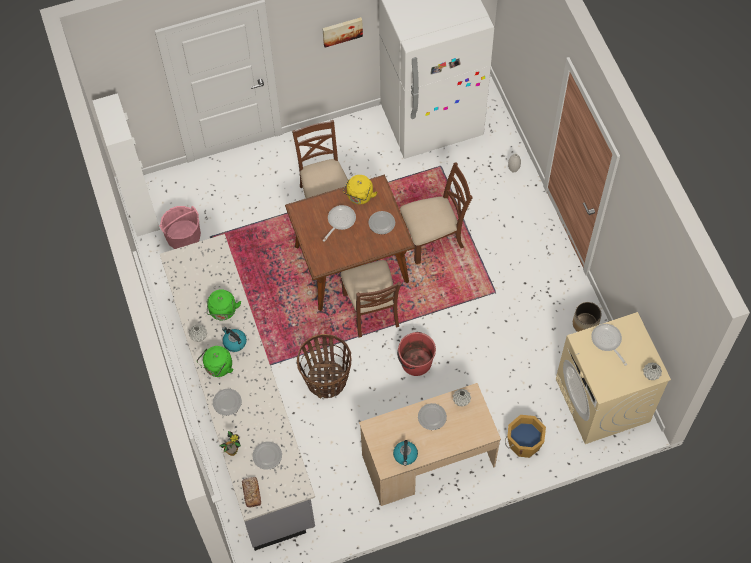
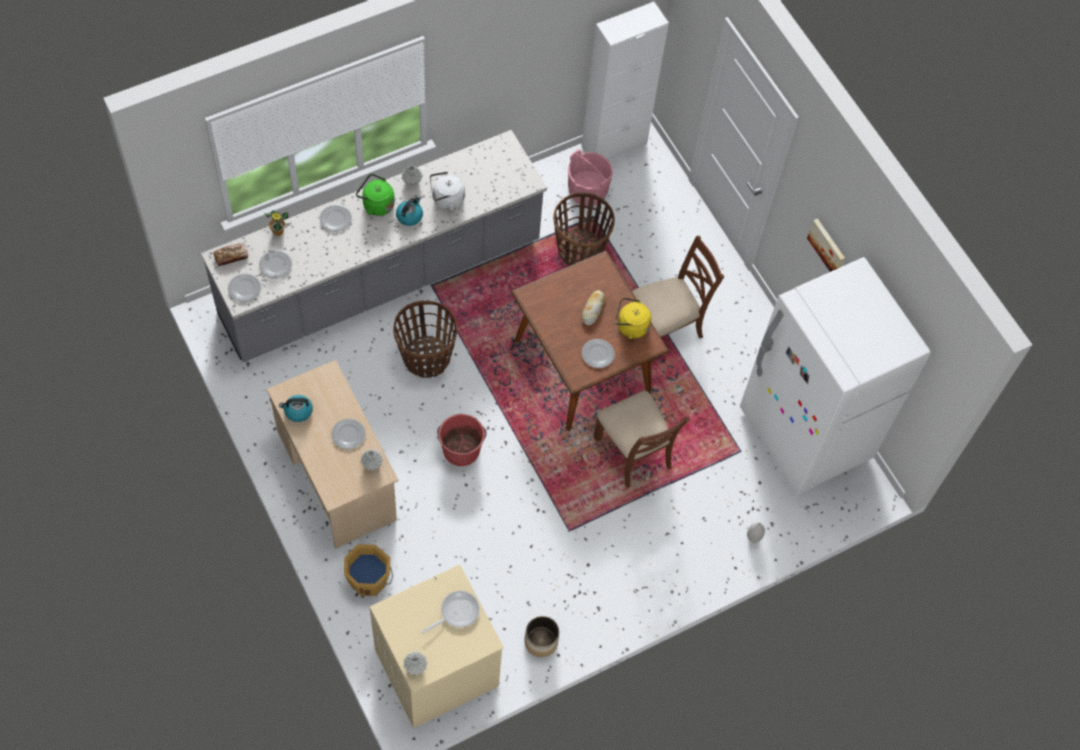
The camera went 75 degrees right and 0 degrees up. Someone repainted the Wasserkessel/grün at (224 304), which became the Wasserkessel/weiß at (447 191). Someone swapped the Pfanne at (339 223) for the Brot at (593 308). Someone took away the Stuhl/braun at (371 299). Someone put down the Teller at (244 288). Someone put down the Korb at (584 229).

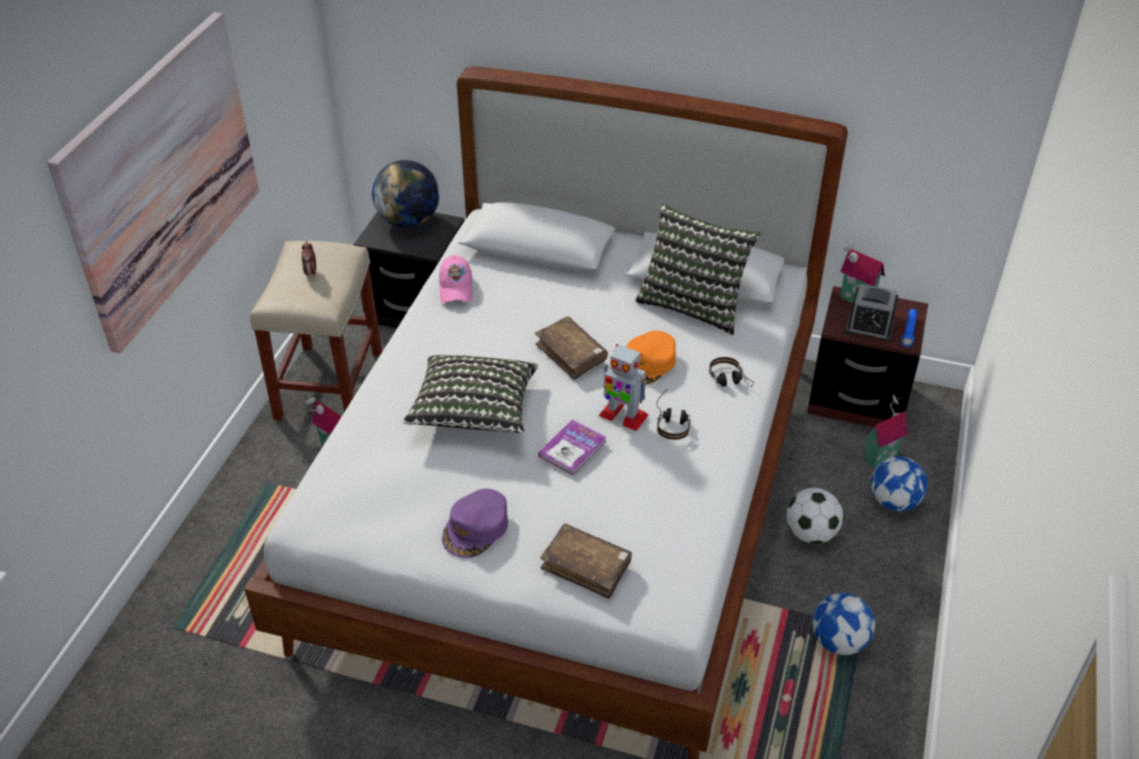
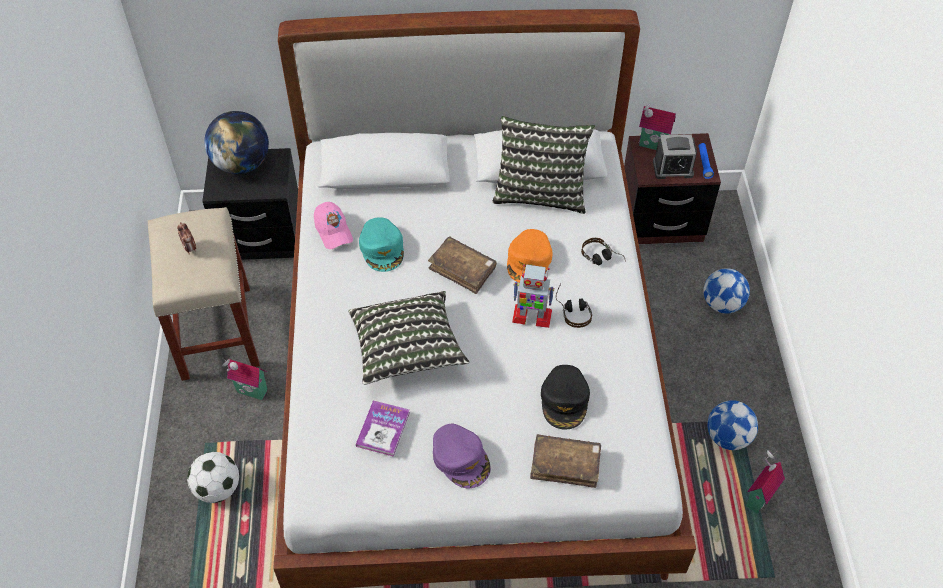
The camera went 20 degrees left and 10 degrees up. Someone took away the Bild at (153 182). Someone rotated the Kappe/lila at (475 523) by 45 degrees counterclockwise. Someone carried the Buch from (572 447) to (383 428). Someone carried the Fußball from (815 516) to (213 477). Someone carried the Spielzeughaus from (886 431) to (765 482). Someone put down the Kappe/türkis at (381 244). Someone put down the Kappe/schwarz at (565 397).

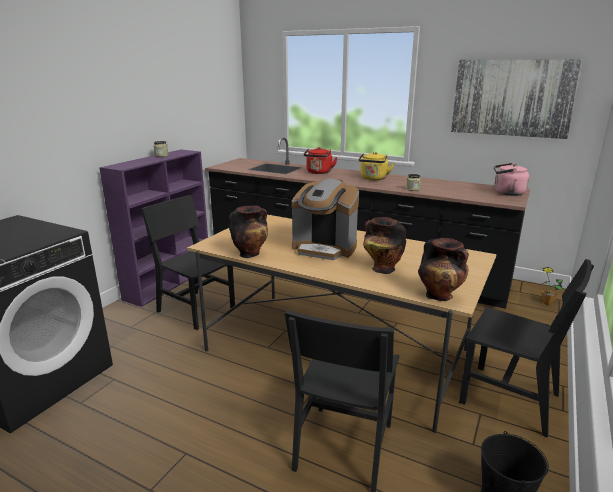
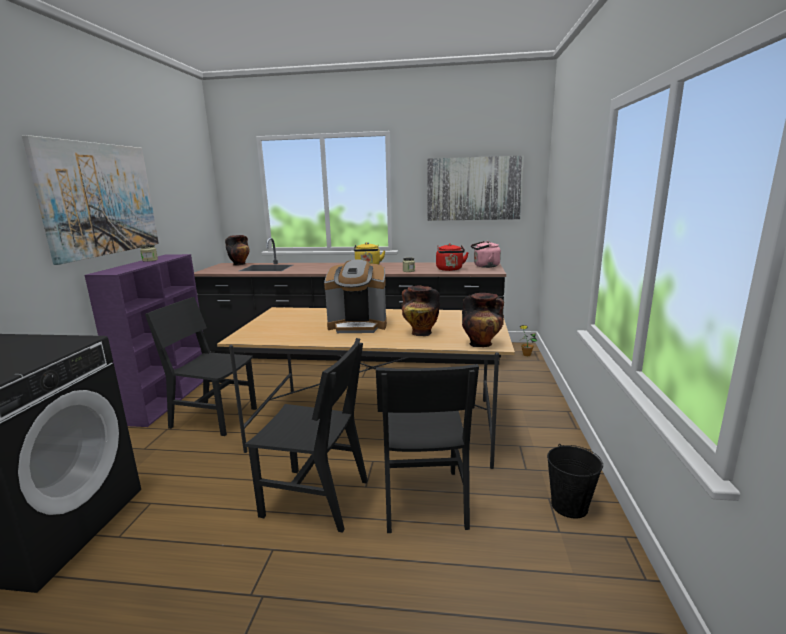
The camera went 20 degrees left and 5 degrees down. Someone carried the Vase from (248 232) to (237 250). Someone carried the Wasserkessel/rot from (321 160) to (452 257). Someone carried the Stuhl/schwarz from (526 348) to (306 435). Someone put up the Bild at (90 200).

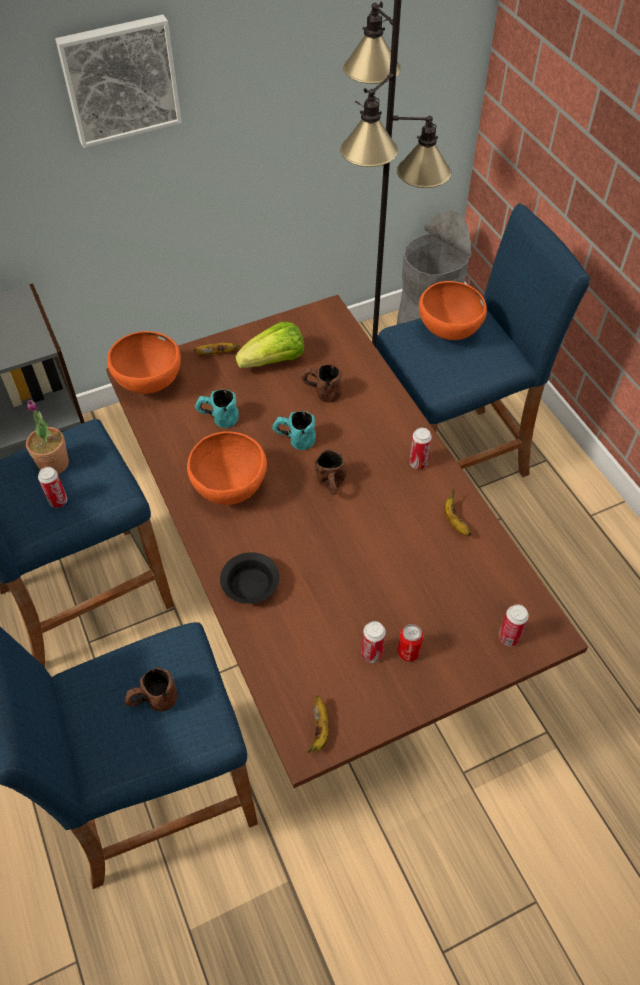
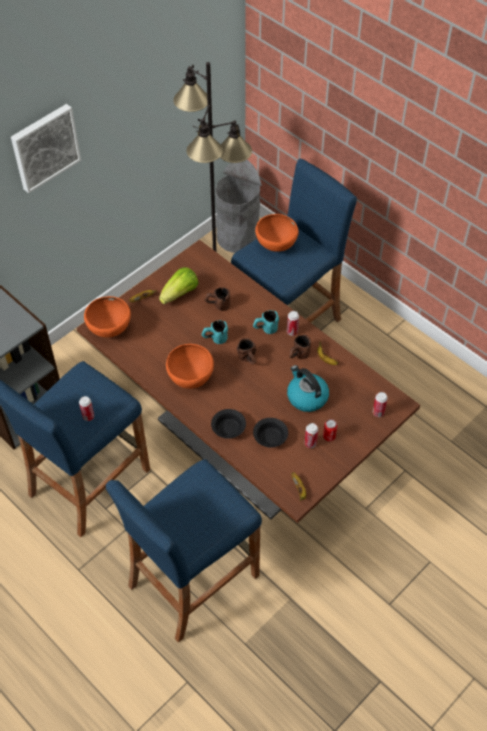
The camera went 20 degrees left and 0 degrees up. Someone took away the Topfpflanze at (47 437). Someone carried the Henkelbecher/braun from (151 689) to (300 347). Someone carried the Henkelbecher/türkis from (217 408) to (266 322). Someone put down the Schüssel/schwarz at (270 433). Someone put down the Wasserkessel at (308 388).

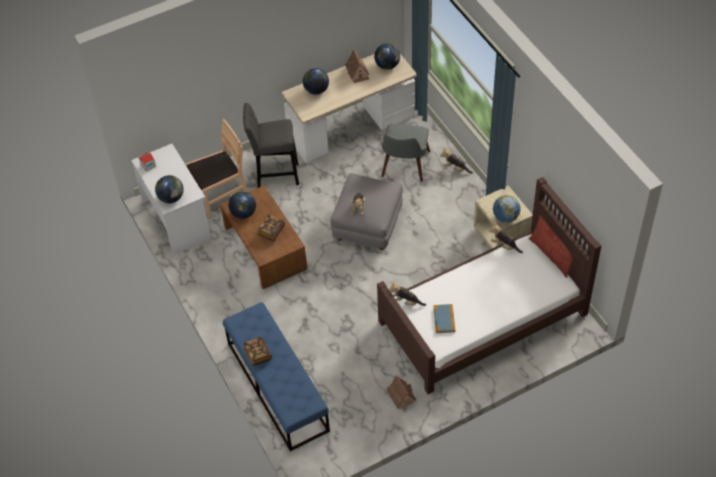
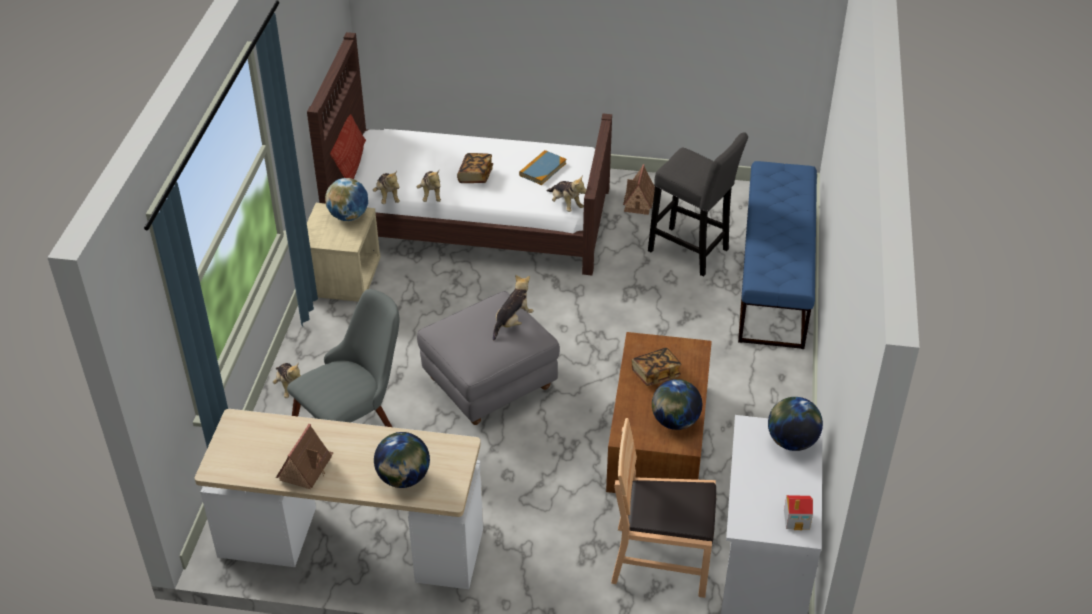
The camera went 145 degrees left and 10 degrees down. Someone carried the Hocker/grau from (271 145) to (698 204). Someone carried the Buch from (258 351) to (475 168). Someone took away the Globus at (387 56). Someone put down the Plüschtier at (429 186).

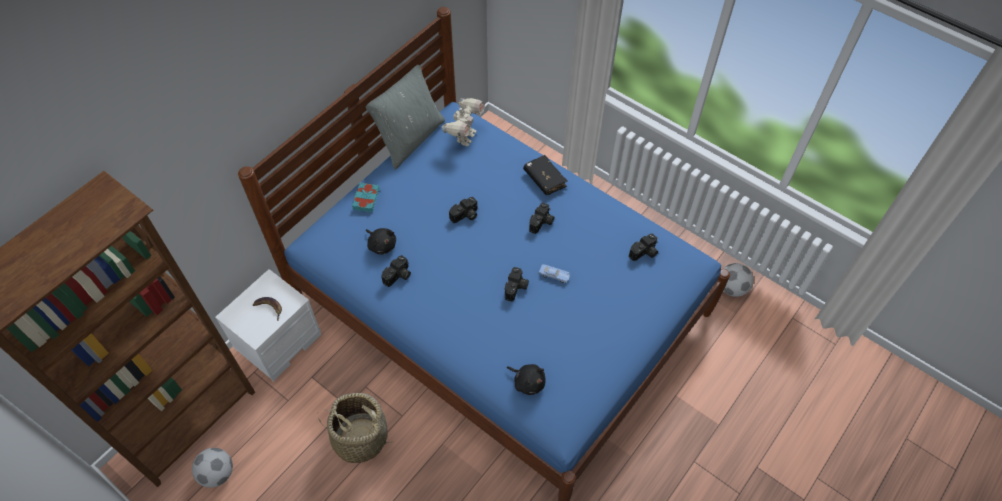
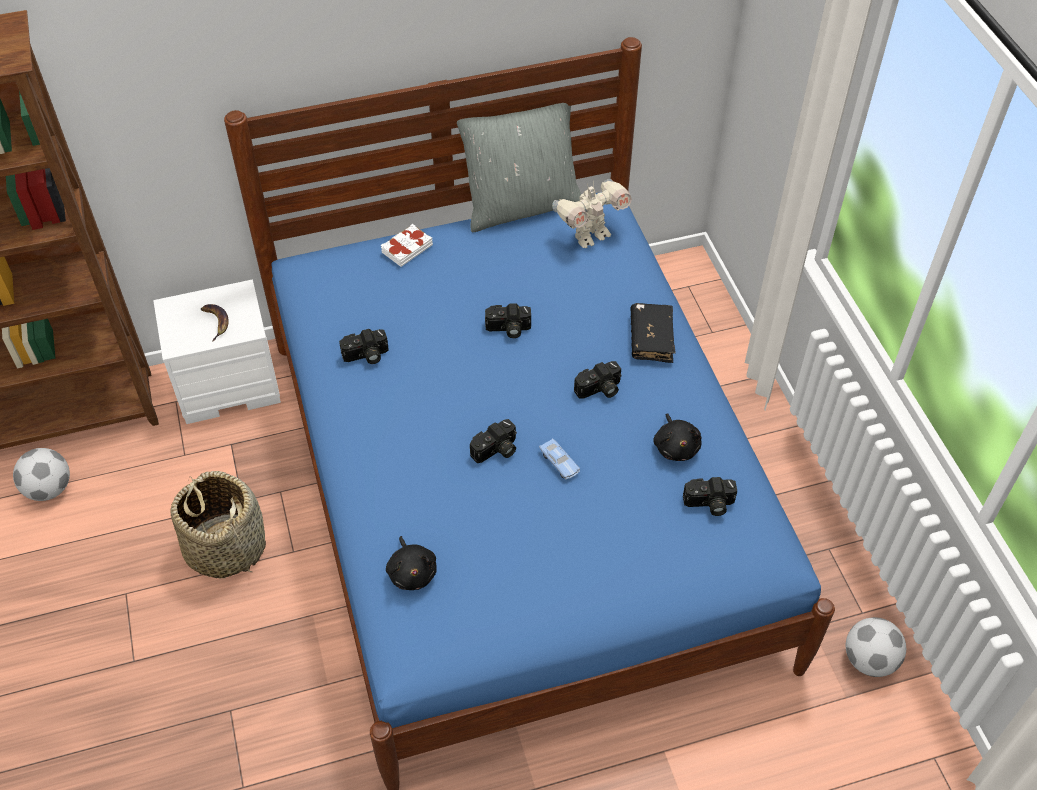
The camera went 35 degrees right and 5 degrees down. Someone repainted the Buch/türkis at (366 197), which became the Buch/weiß at (407 245). Someone carried the Plüschtier/schwarz from (381 241) to (677 437).

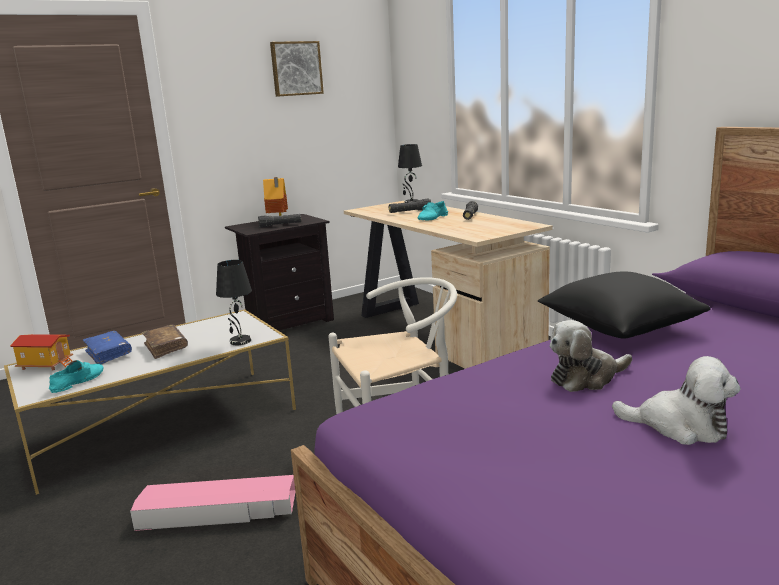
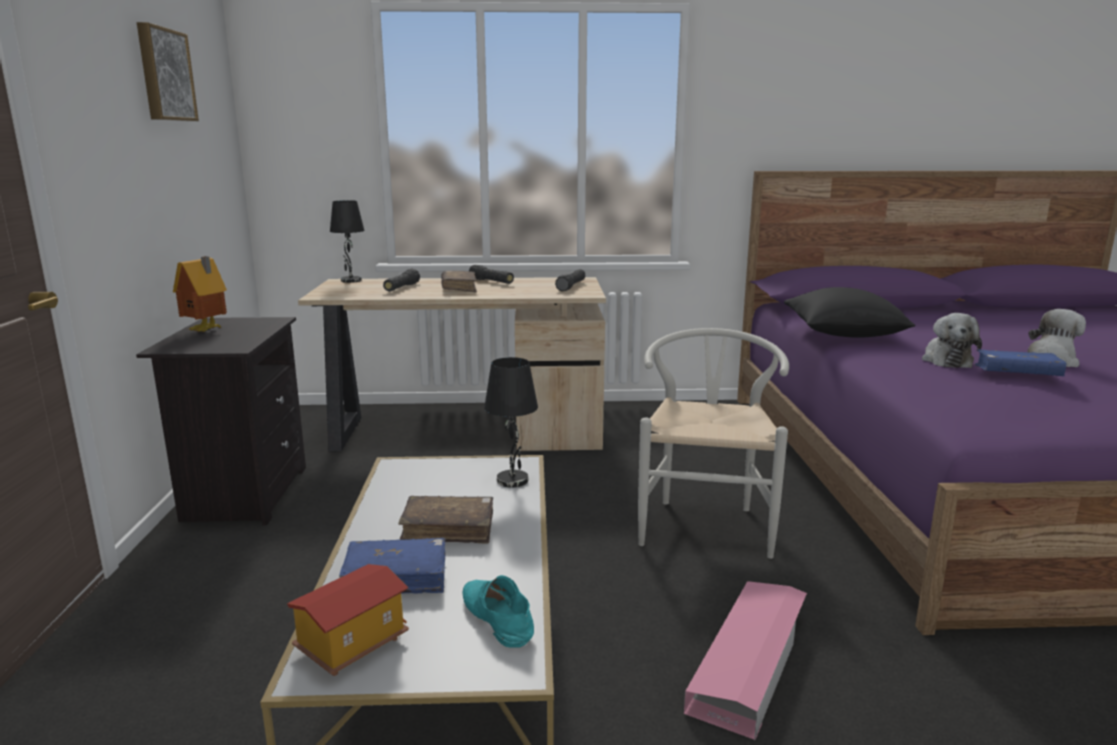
The camera went 60 degrees left and 0 degrees up. Someone carried the Taschenlampe/schwarz from (279 220) to (570 280). Someone swapped the Schuh/türkis at (433 211) for the Buch/braun at (459 281). Someone put down the Buch/blau at (1020 362).

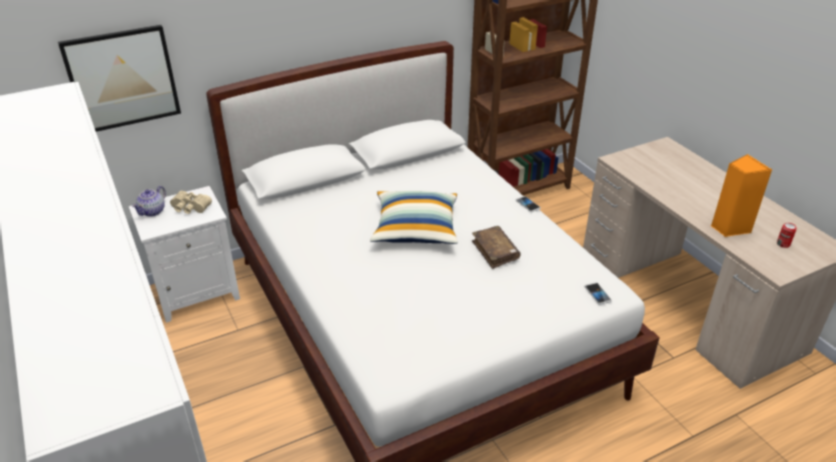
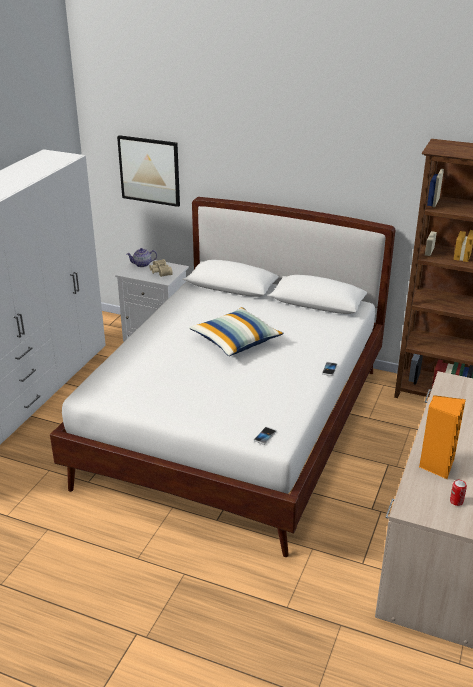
The camera went 50 degrees right and 5 degrees down. Someone took away the Buch/braun at (496 247).

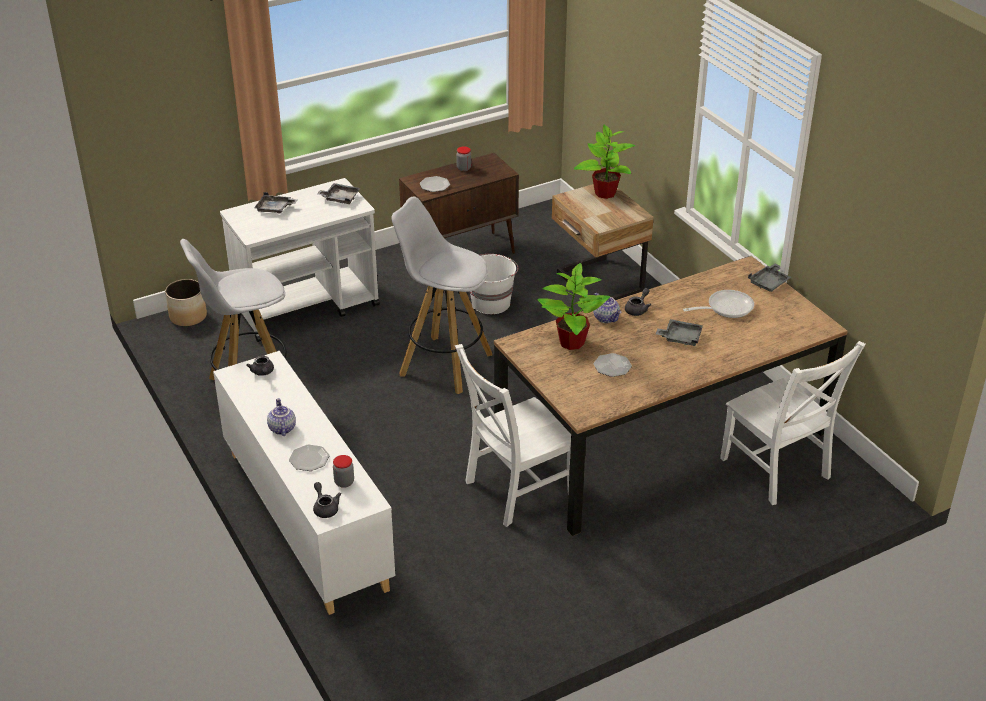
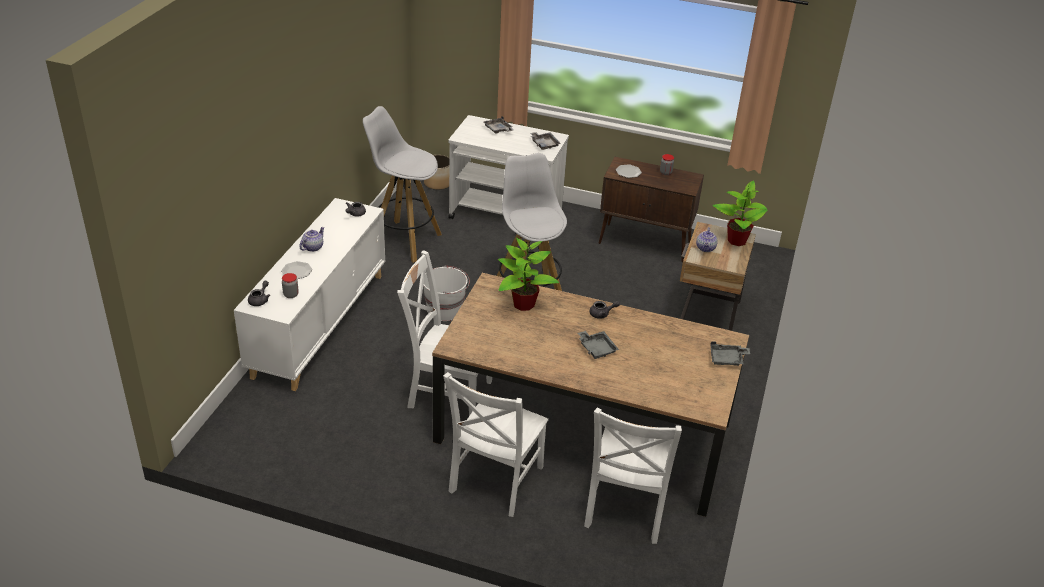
The camera went 45 degrees right and 0 degrees up. Someone carried the Eimer/weiß from (493 284) to (446 293). Someone carried the Teekanne from (607 308) to (707 239). Someone took away the Teller at (613 365). Someone took away the Pfanne at (718 304). Someone put down the Stuhl/weiß at (496 444).

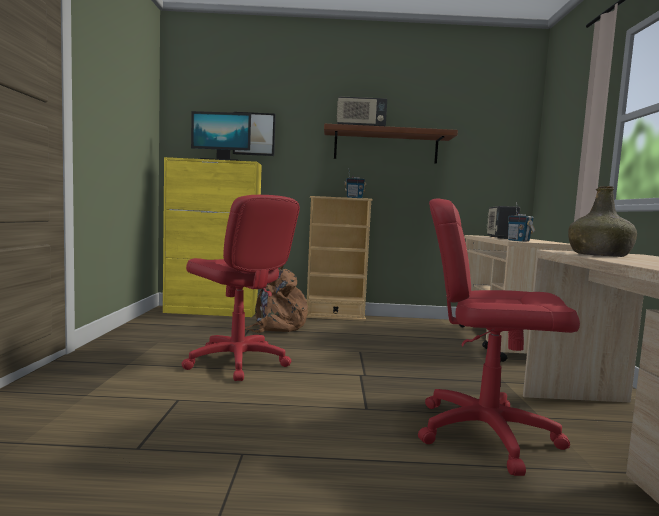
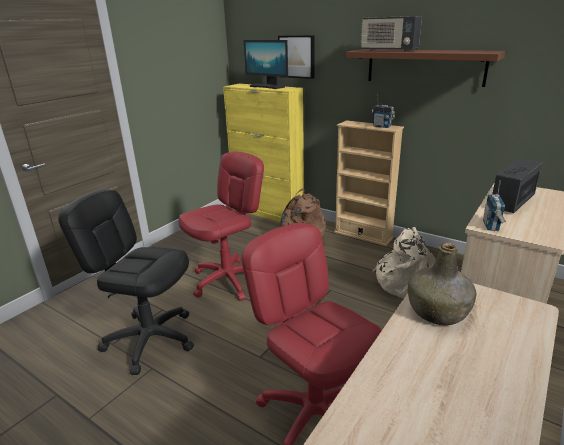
The camera went 35 degrees right and 20 degrees up. Someone rotated the Bürostuhl/rot at (241 288) by 120 degrees counterclockwise. Someone put down the Bürostuhl/schwarz at (126 282). Someone put down the Rucksack/beige at (404 262).

